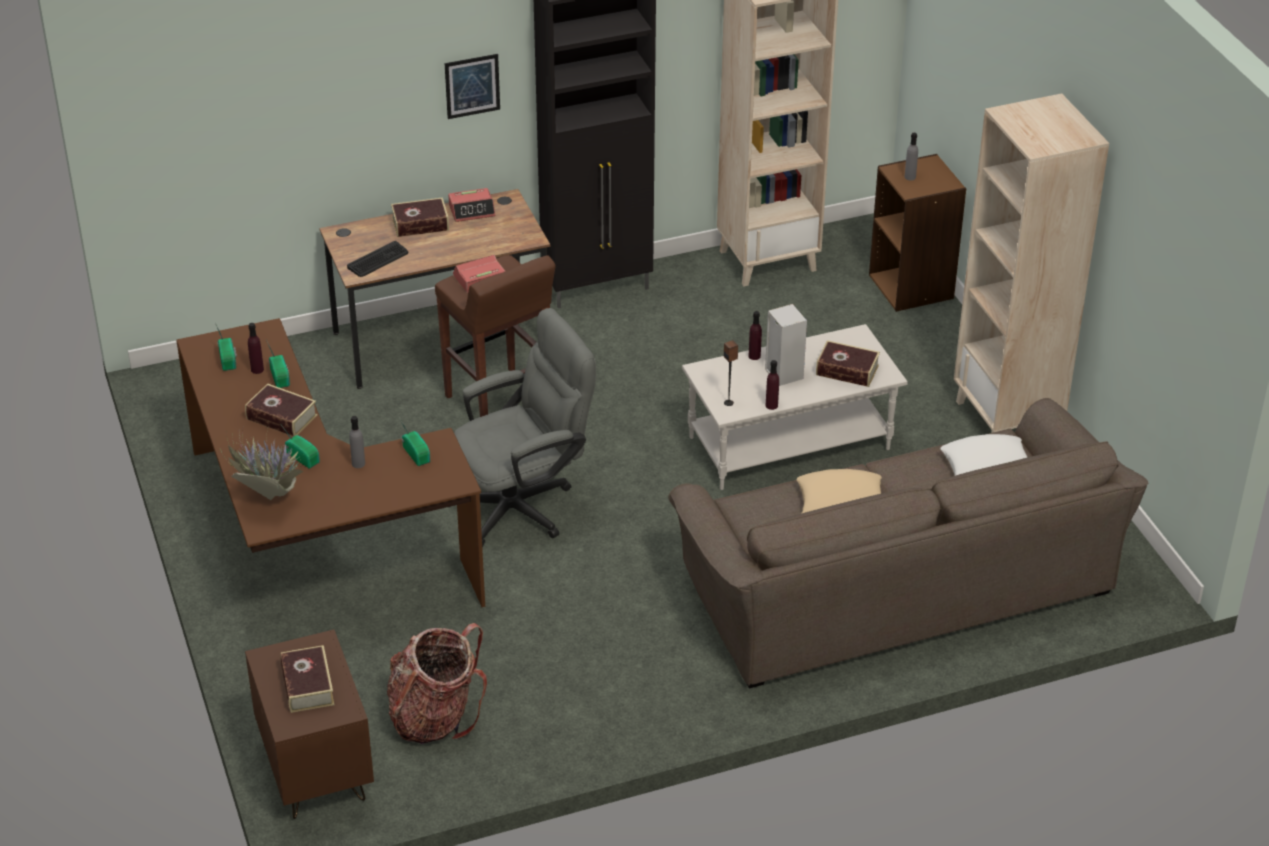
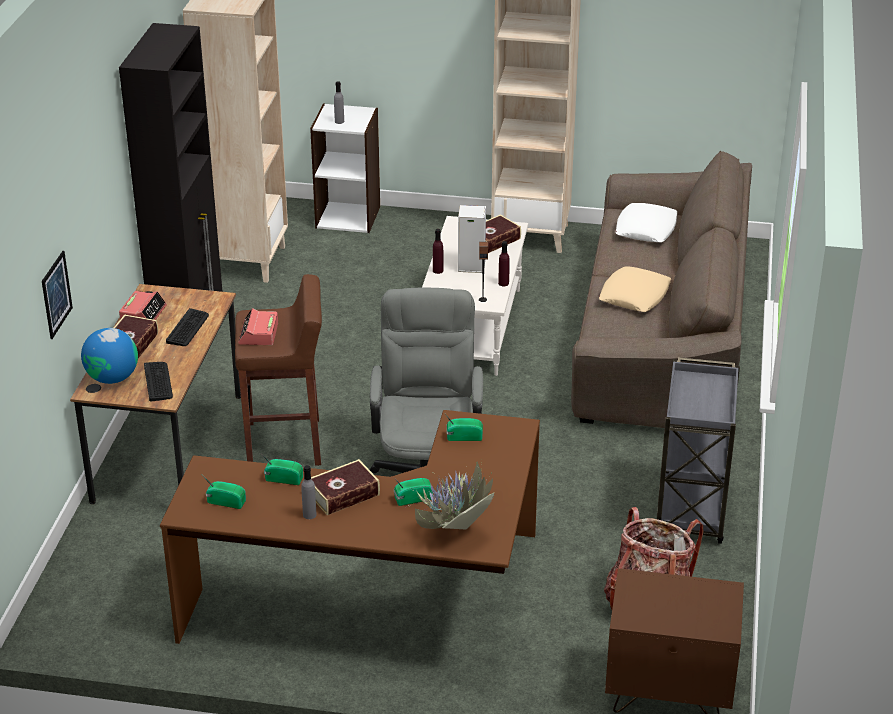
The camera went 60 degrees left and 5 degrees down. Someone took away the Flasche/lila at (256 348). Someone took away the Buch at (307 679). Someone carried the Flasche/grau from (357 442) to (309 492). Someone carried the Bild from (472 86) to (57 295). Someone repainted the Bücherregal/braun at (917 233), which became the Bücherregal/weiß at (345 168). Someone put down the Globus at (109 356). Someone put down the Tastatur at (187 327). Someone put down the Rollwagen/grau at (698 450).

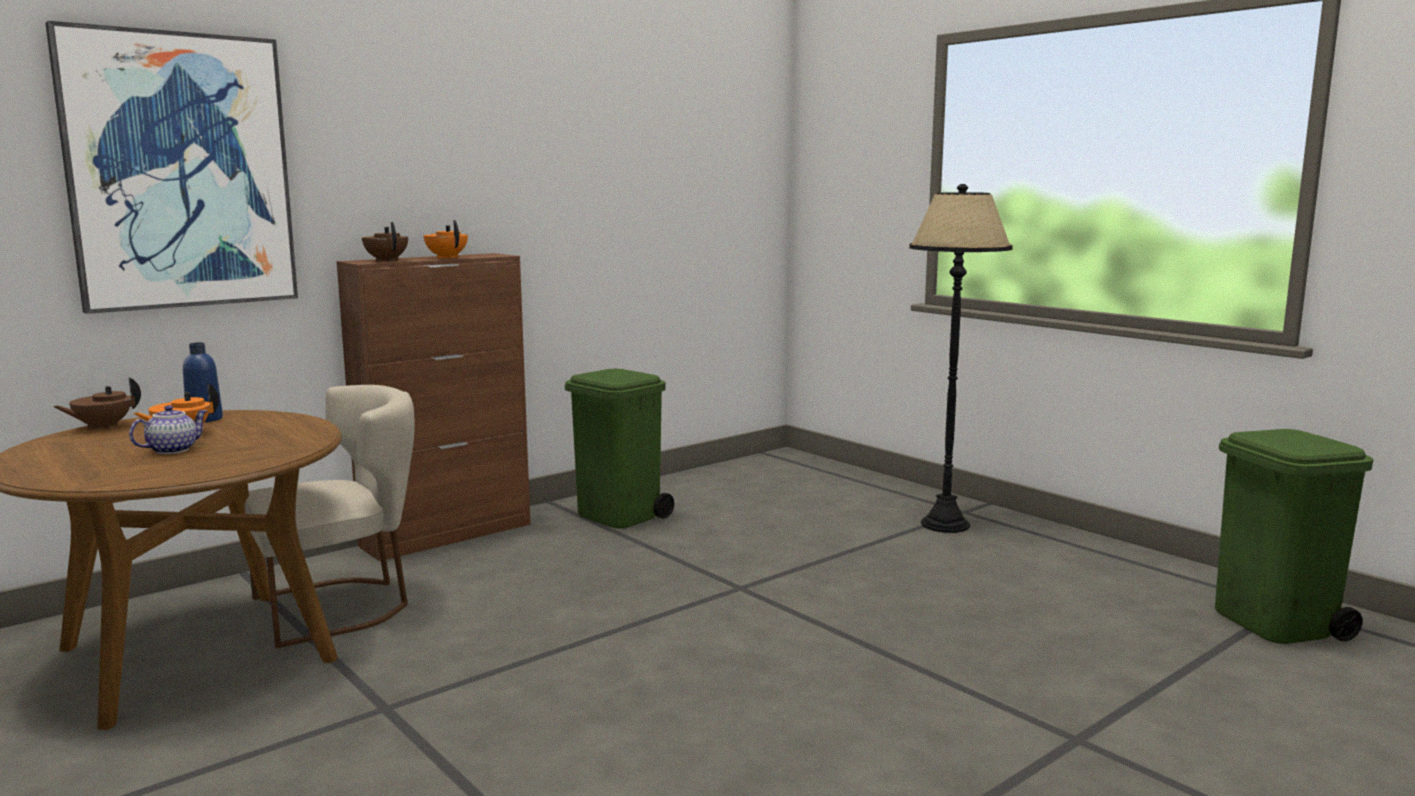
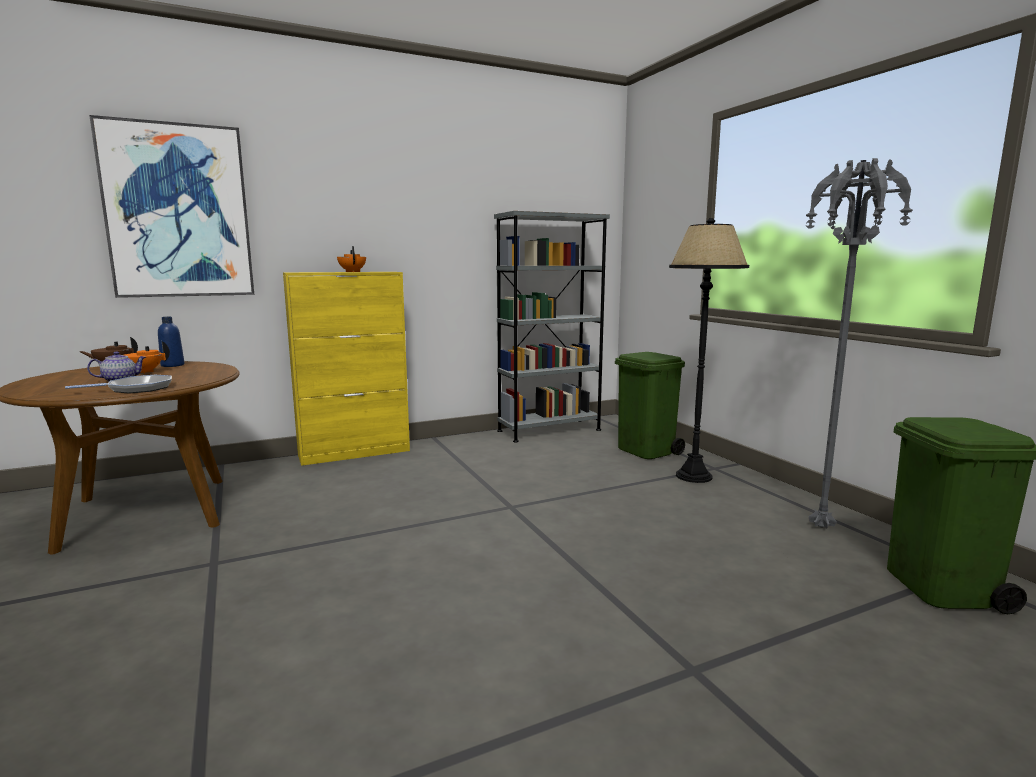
The camera went 15 degrees right and 0 degrees up. Someone took away the Stuhl/beige at (330 516). Someone repainted the Schrank/braun at (433 407), which became the Schrank/gelb at (346 369). Someone took away the Teekanne/braun at (385 242). Someone carried the Mülleimer/grün from (619 448) to (650 405). Someone put down the Pfanne at (118 384). Someone put down the Bücherregal/grau at (552 327). Someone put down the Stehlampe/grau at (859 343).

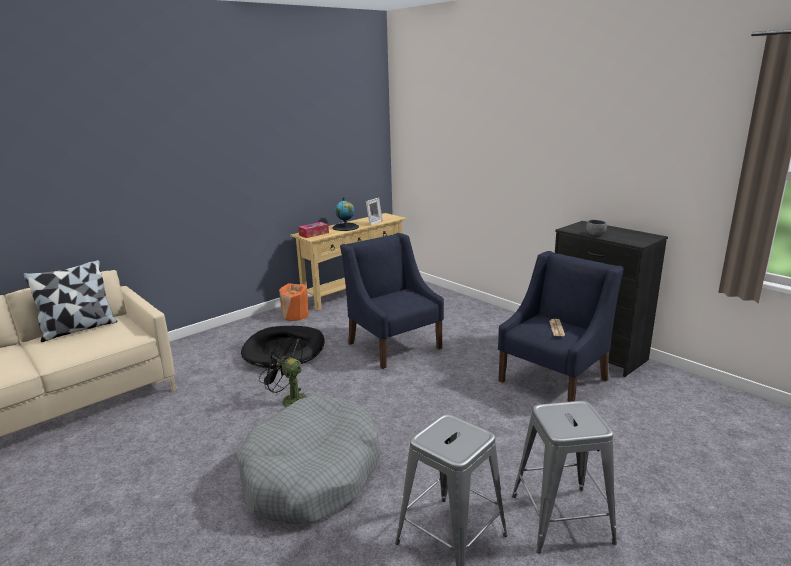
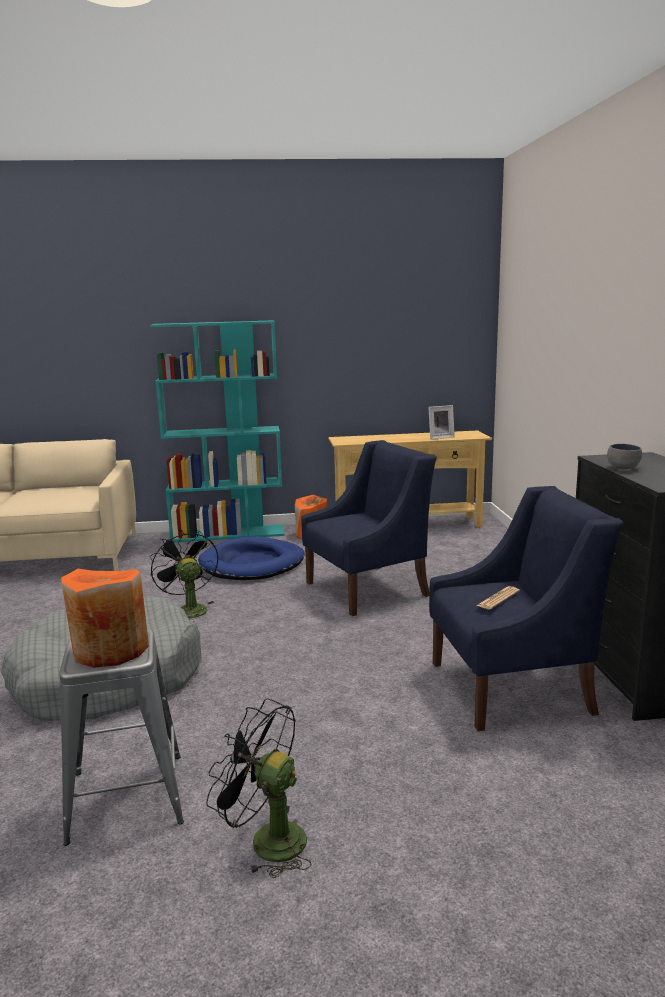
The camera went 35 degrees right and 5 degrees down. Someone took away the Kissen at (70 300). Someone repainted the Hundebett/schwarz at (283 347), which became the Hundebett/blau at (251 558). Someone took away the Taschentuchbox at (313 230). Someone took away the Globus at (345 214). Someone rotated the Sessel/blau at (392 301) by 60 degrees clockwise. Someone swapped the Hocker/grau at (564 477) for the Ventilator/schwarz at (259 788). Someone put down the Vase/orange at (105 618). Someone put down the Bücherregal/türkis at (217 431).

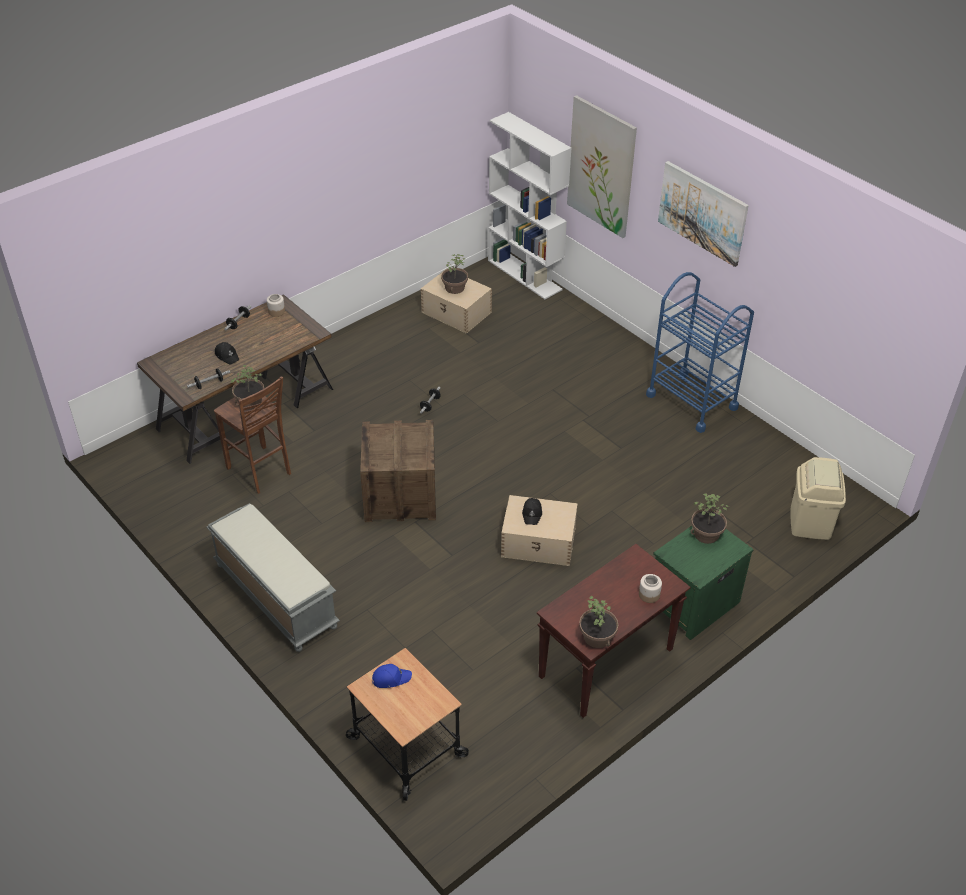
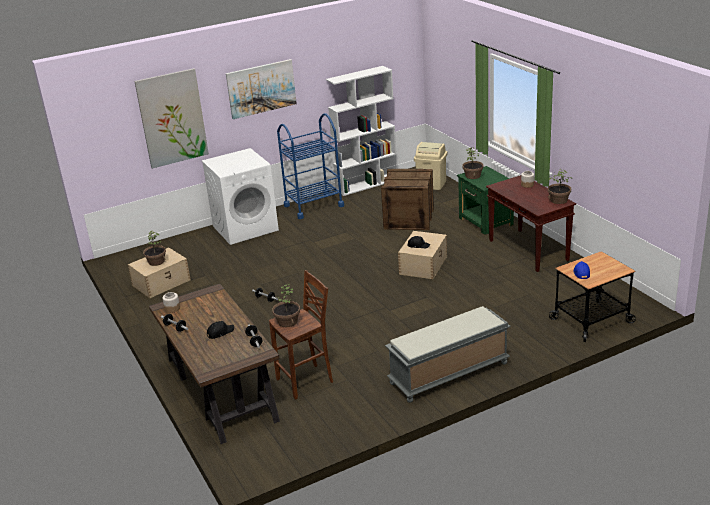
The camera went 75 degrees left and 15 degrees down. Someone carried the Kiste from (398 471) to (407 199). Someone carried the Bücherregal/weiß from (529 205) to (361 131). Someone put down the Waschmaschine/weiß at (240 196).

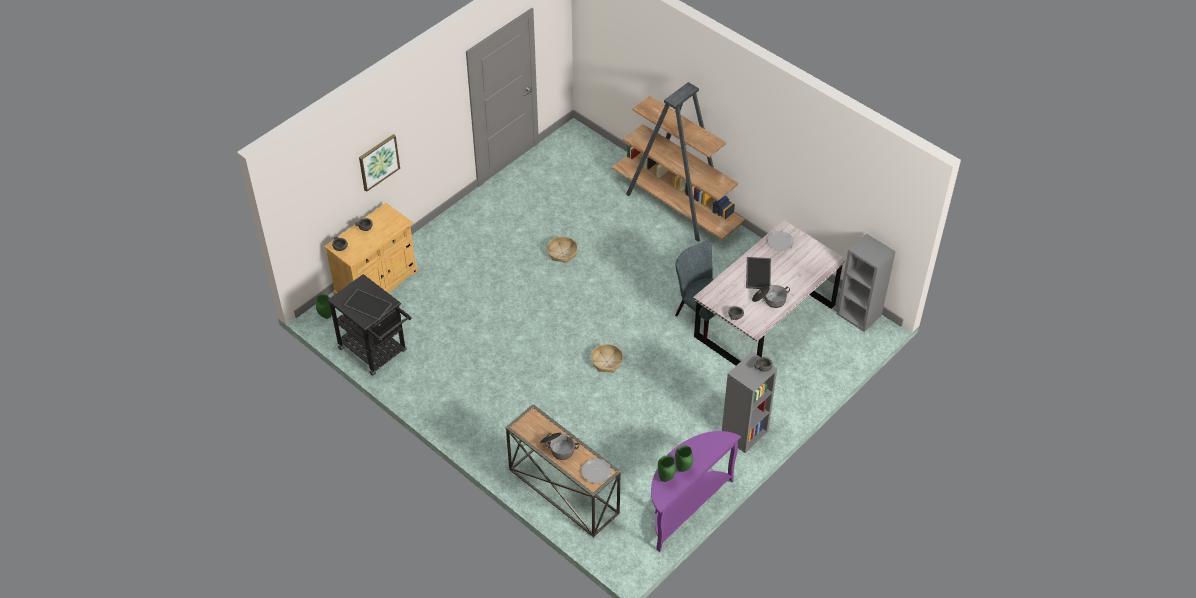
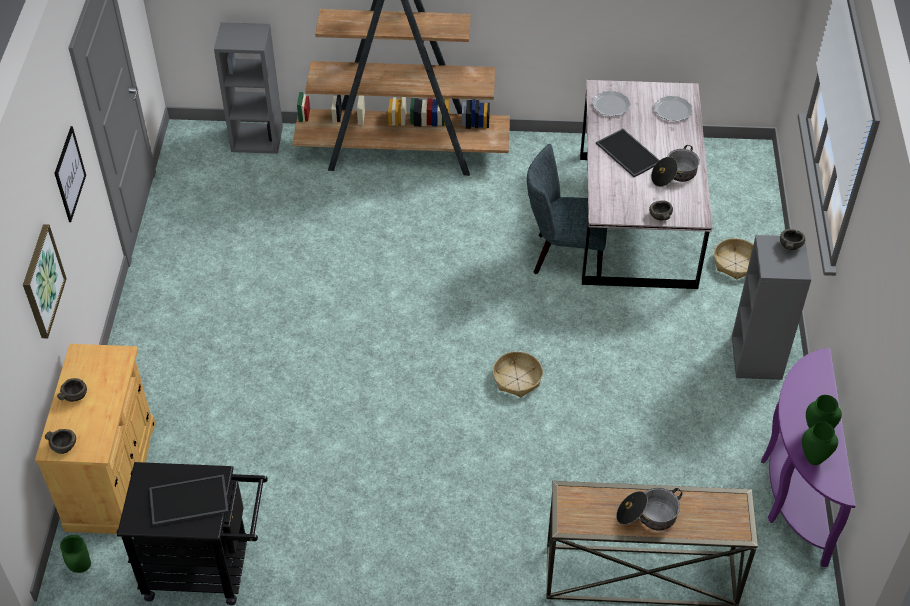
The camera went 40 degrees left and 0 degrees up. Someone carried the Korb from (562 250) to (733 259). Someone carried the Teller from (596 471) to (673 108). Someone carried the Bücherregal/grau from (866 283) to (248 88). Someone put up the Bild at (70 174).

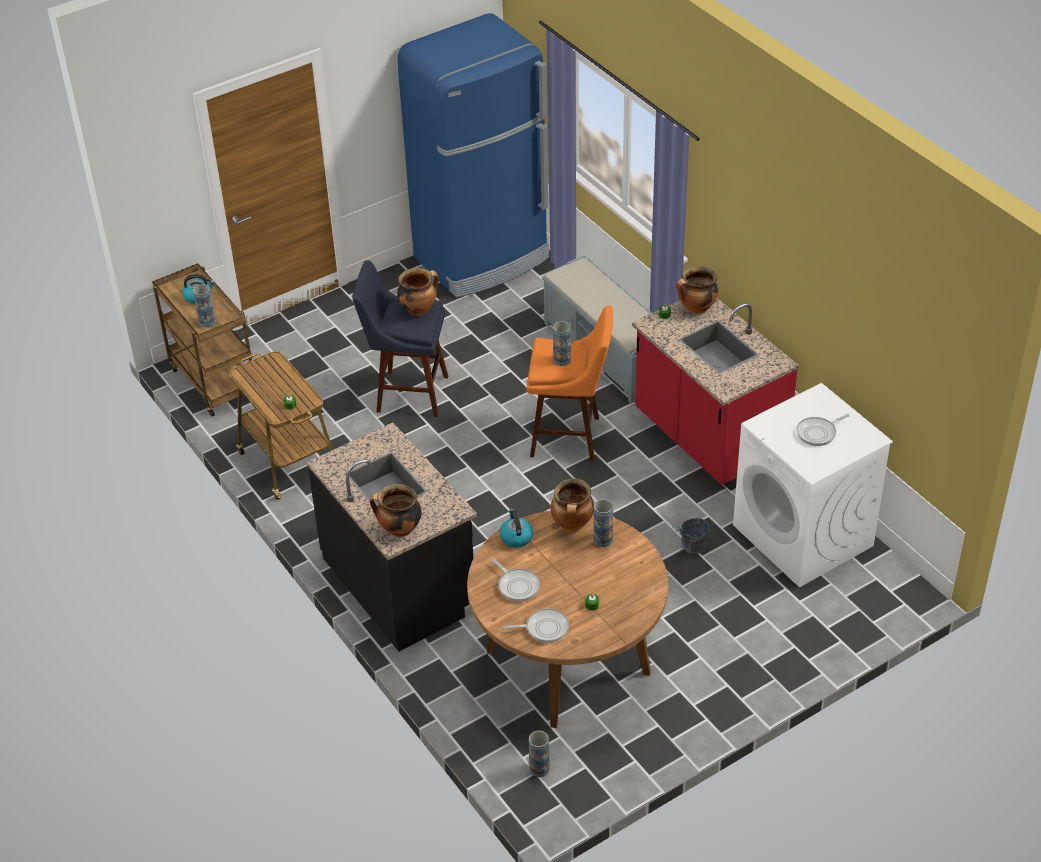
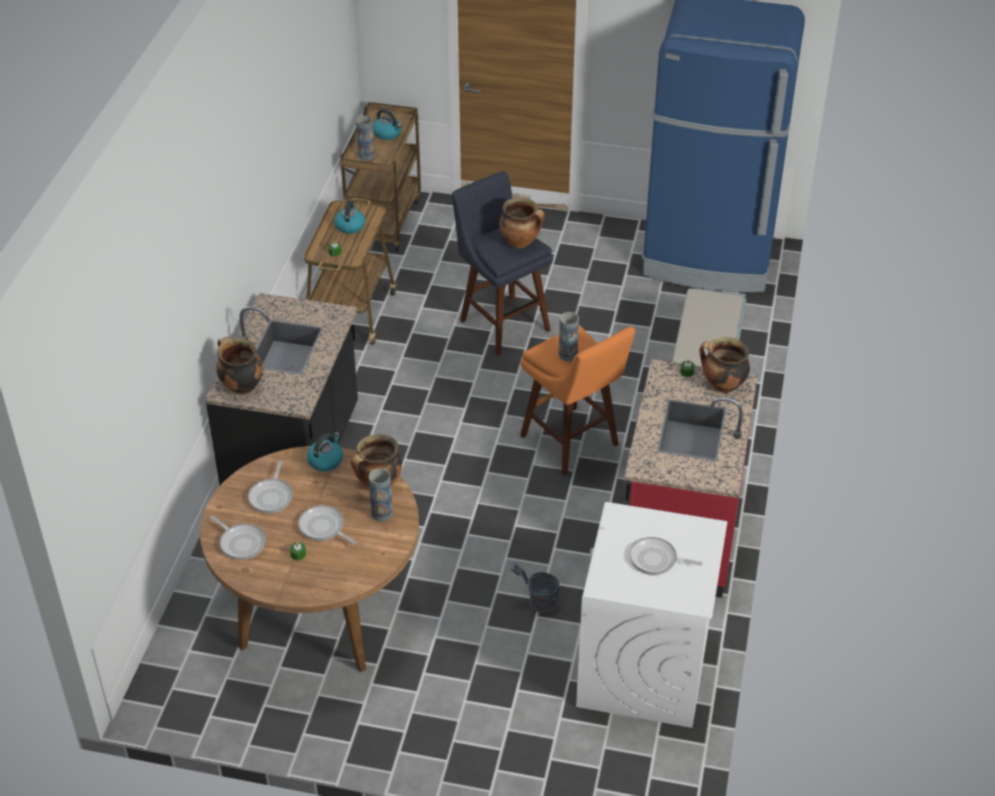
The camera went 45 degrees right and 0 degrees up. Someone took away the Vase at (539 754). Someone put down the Pfanne at (327 524). Someone put down the Wasserkessel at (349 217).

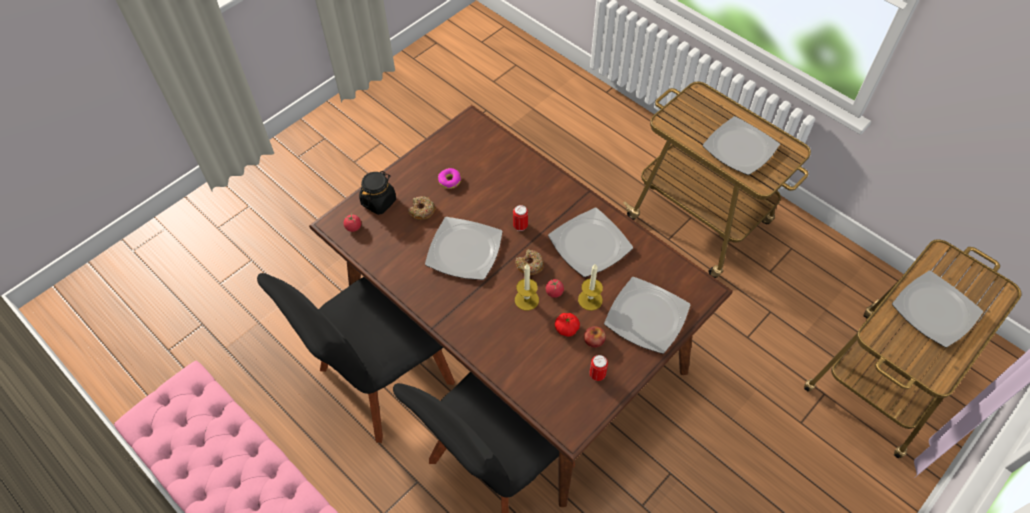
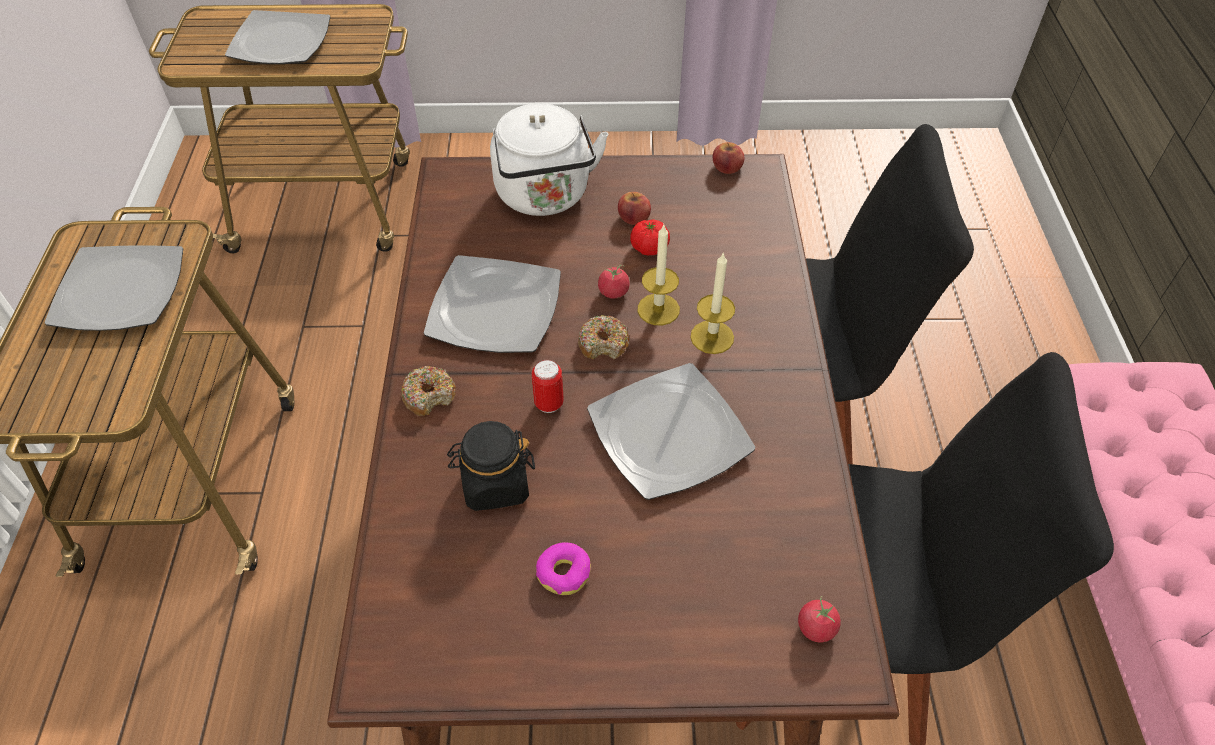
The camera went 135 degrees left and 5 degrees down. Someone carried the Vorratsglas/schwarz from (377 193) to (491 466). Someone carried the Donut from (422 208) to (428 391). Someone carried the Kerze from (590 287) to (712 303). Someone took away the Dose at (598 368). Someone swapped the Teller at (647 315) for the Wasserkessel/weiß at (549 159). Someone put down the Apfel at (728 158).

